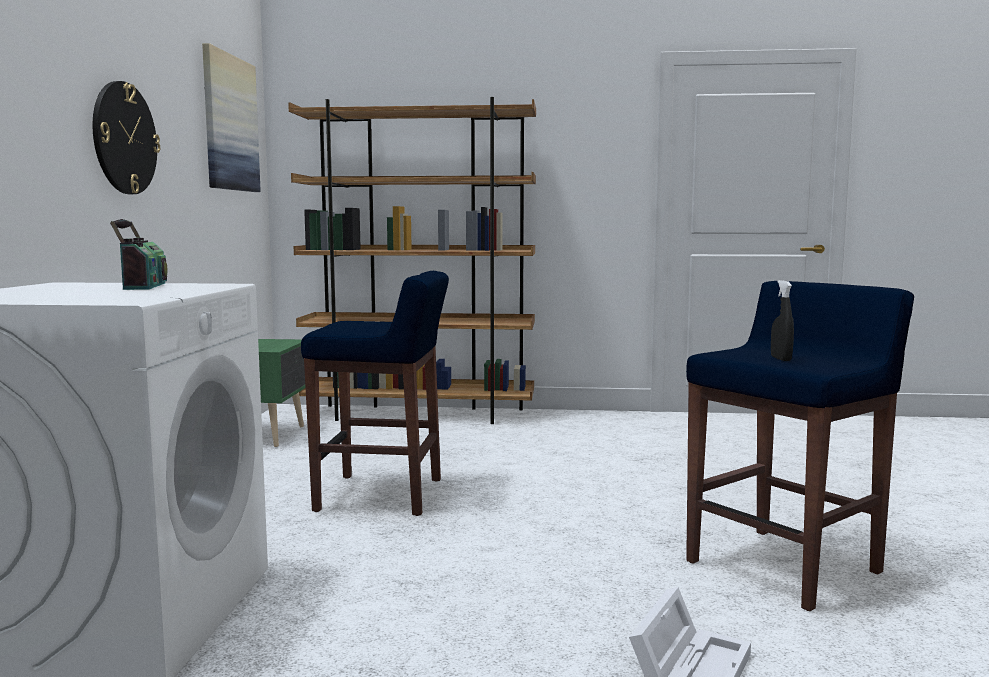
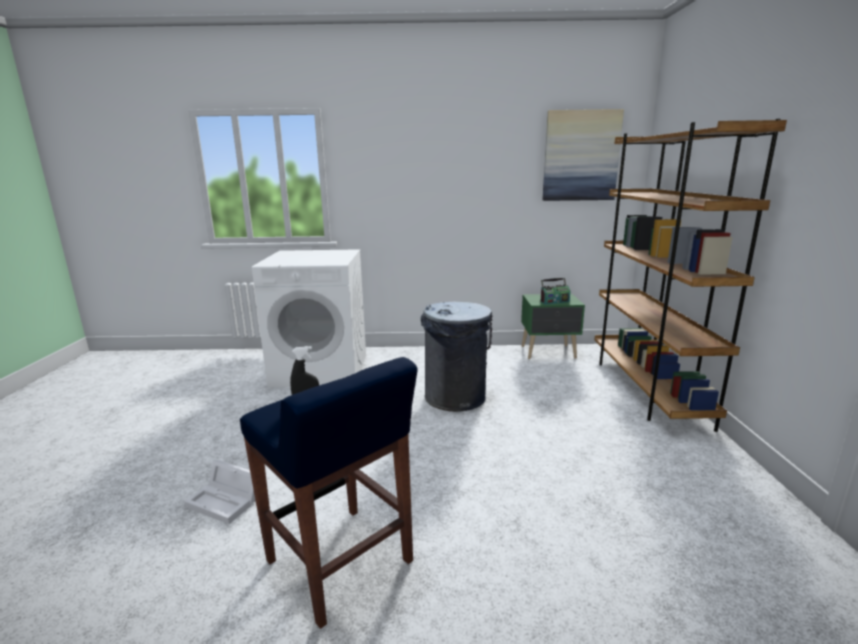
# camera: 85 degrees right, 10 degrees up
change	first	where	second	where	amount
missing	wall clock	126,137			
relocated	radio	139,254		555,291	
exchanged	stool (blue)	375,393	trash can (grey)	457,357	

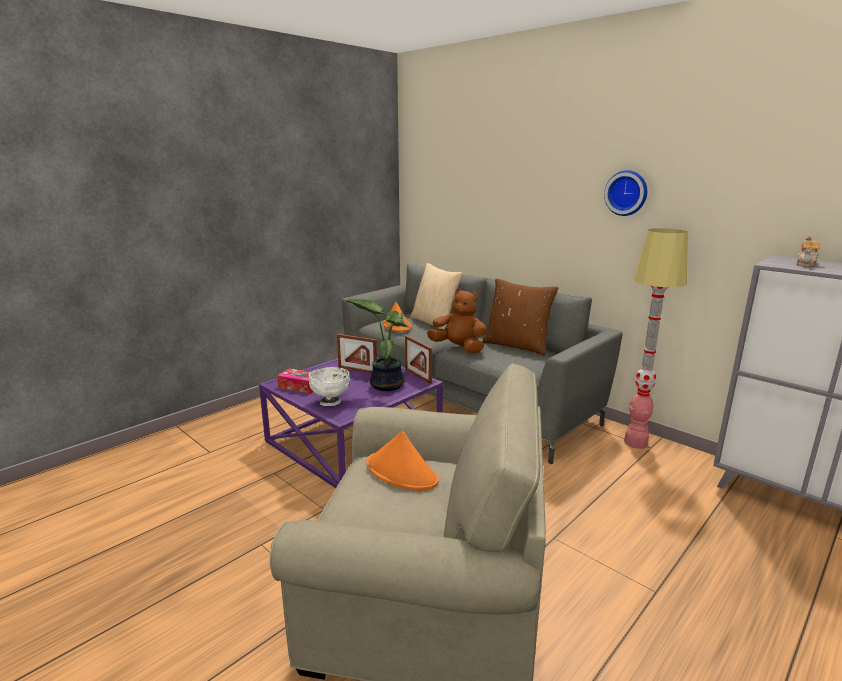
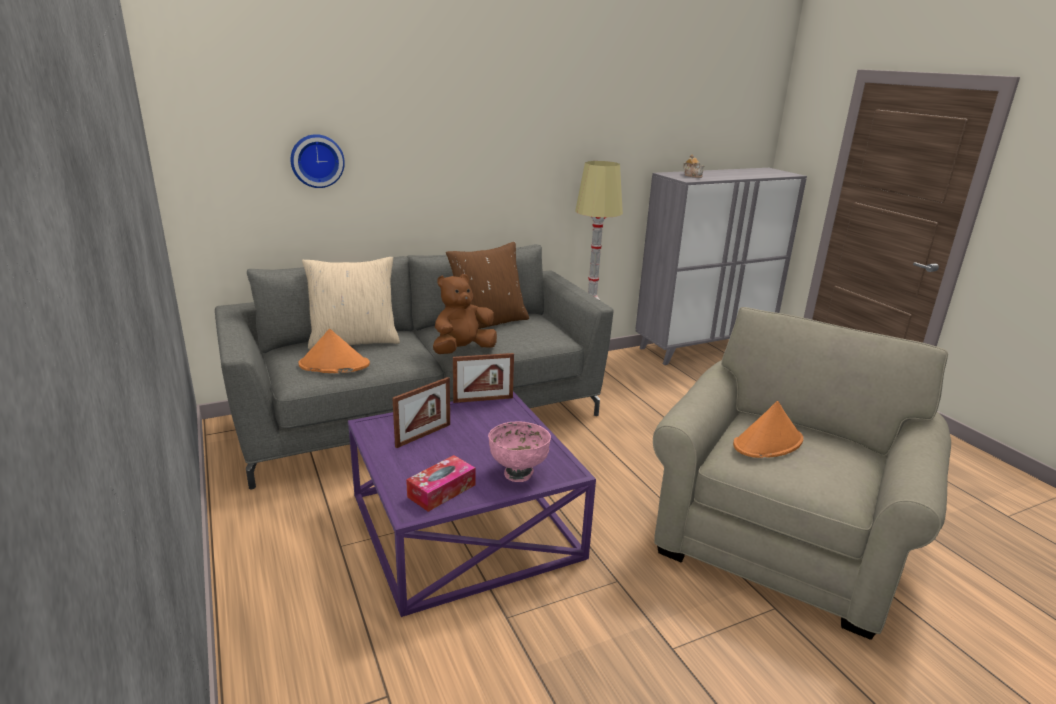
# camera: 70 degrees left, 5 degrees up
change	first	where	second	where	amount
relocated	wall clock	625,193		317,161	
missing	potted plant	377,345			
colour	bowl (white)	329,386	bowl (pink)	519,451	

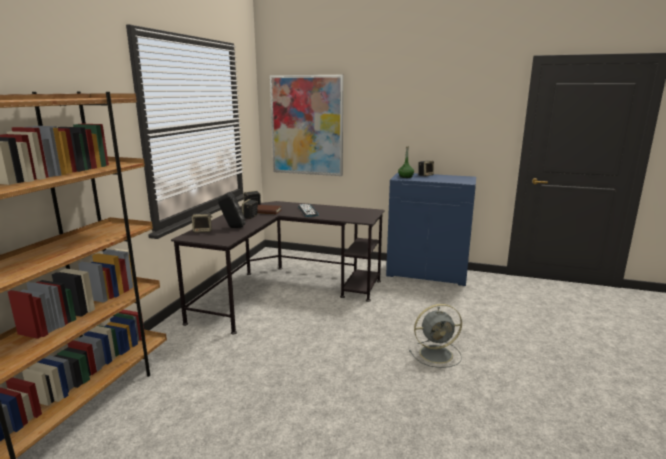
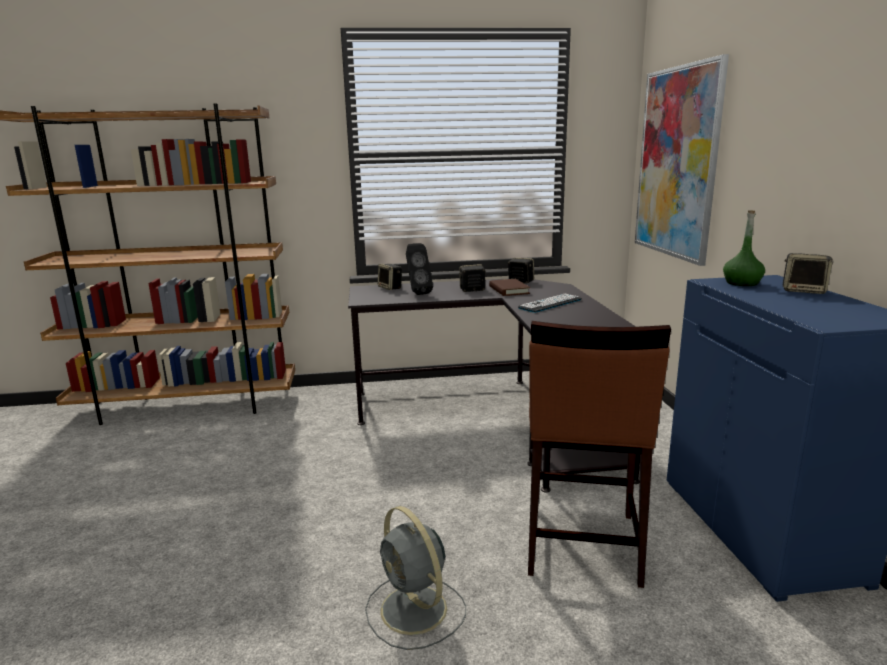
# camera: 65 degrees right, 0 degrees up
change	first	where	second	where	amount
appeared			stool (brown)	599,454	

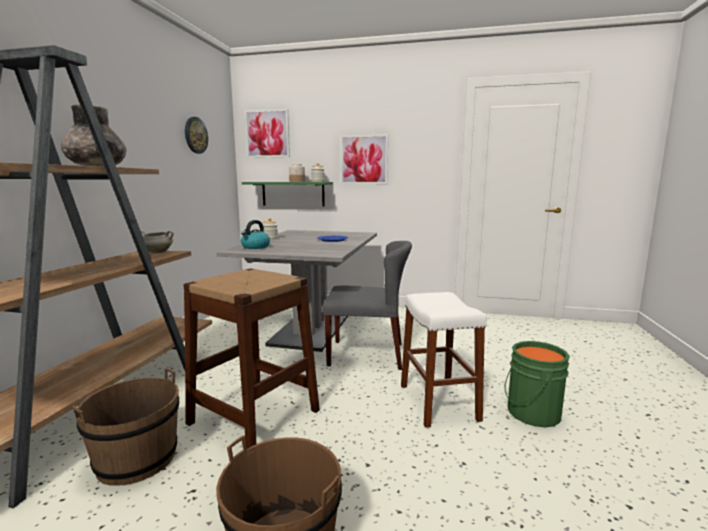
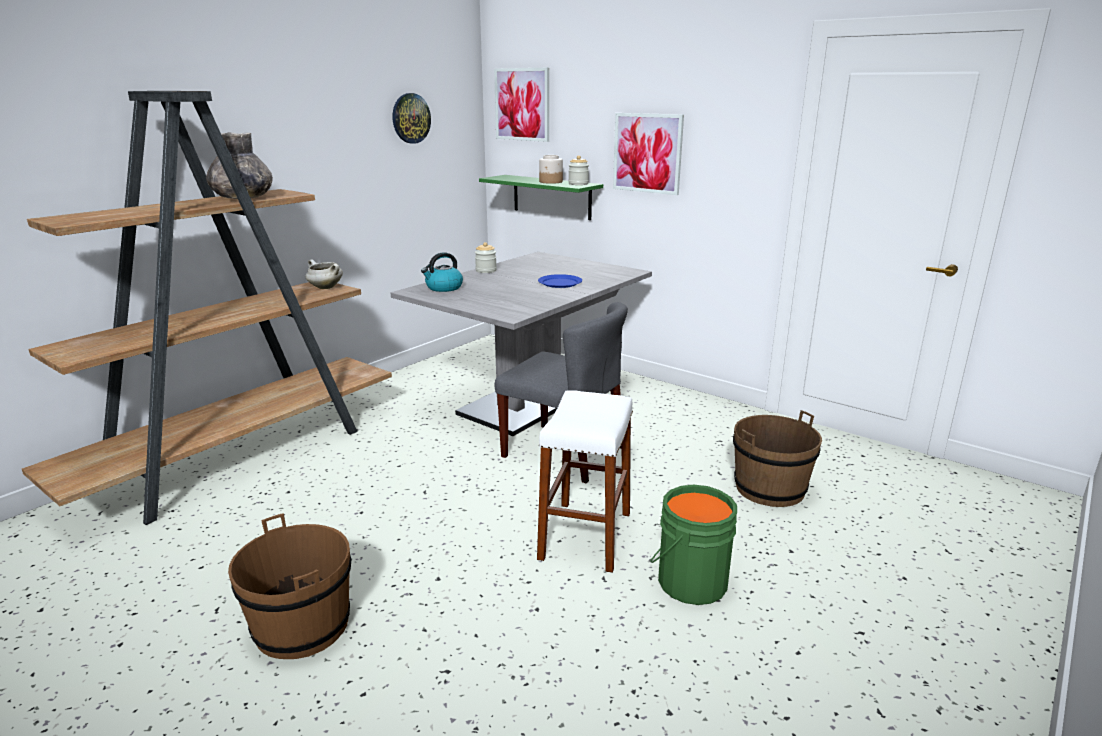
# camera: 25 degrees right, 10 degrees up
change	first	where	second	where	amount
missing	stool (brown)	252,358			
relocated	bucket (brown)	125,427		777,458	

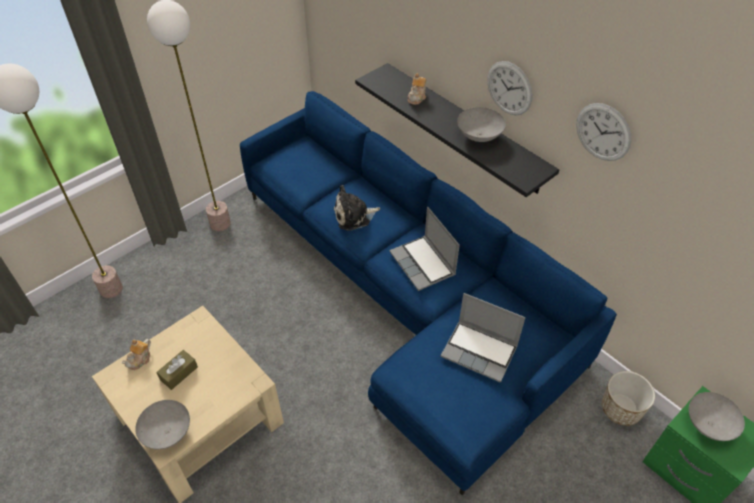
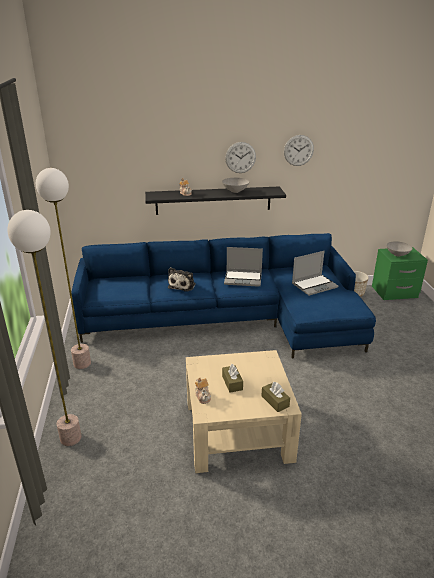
# camera: 55 degrees left, 20 degrees down
change	first	where	second	where	amount
exchanged	bowl (grey)	162,424	tissue box (brown)	275,397	

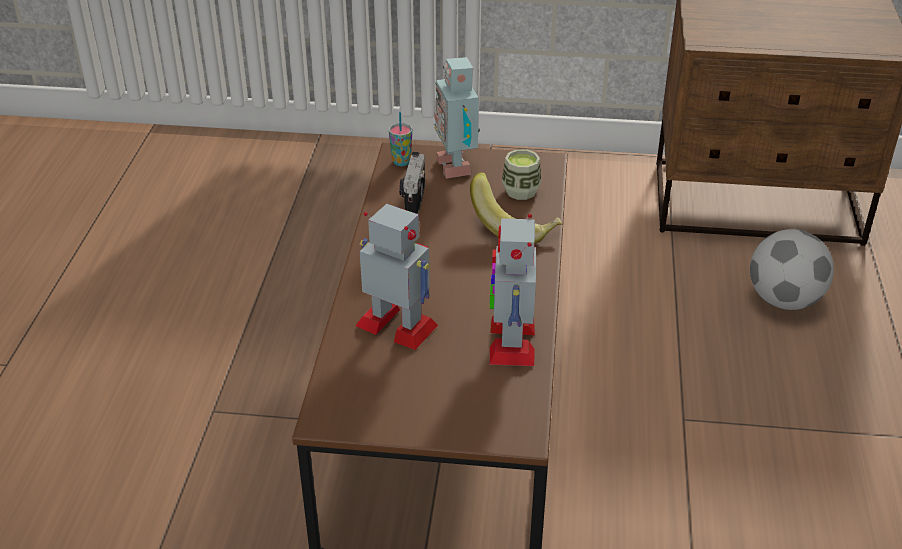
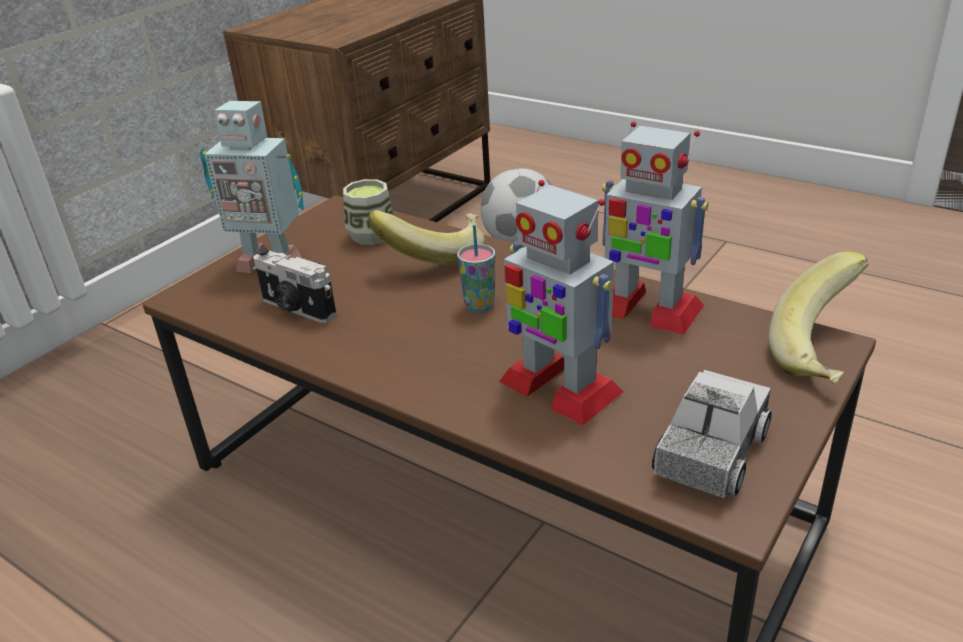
# camera: 60 degrees left, 5 degrees down
change	first	where	second	where	amount
relocated	cup	400,139		476,269	
spun	toy robot	396,277		561,303	105 degrees counterclockwise
appeared			banana	818,317	
appeared			toy truck	712,434	

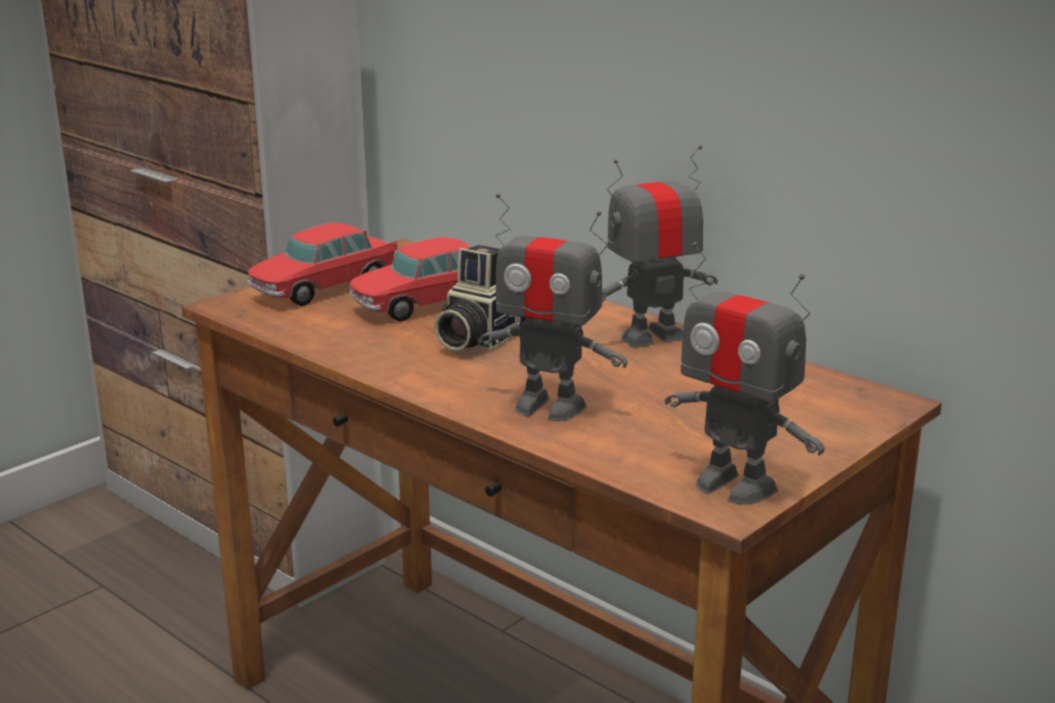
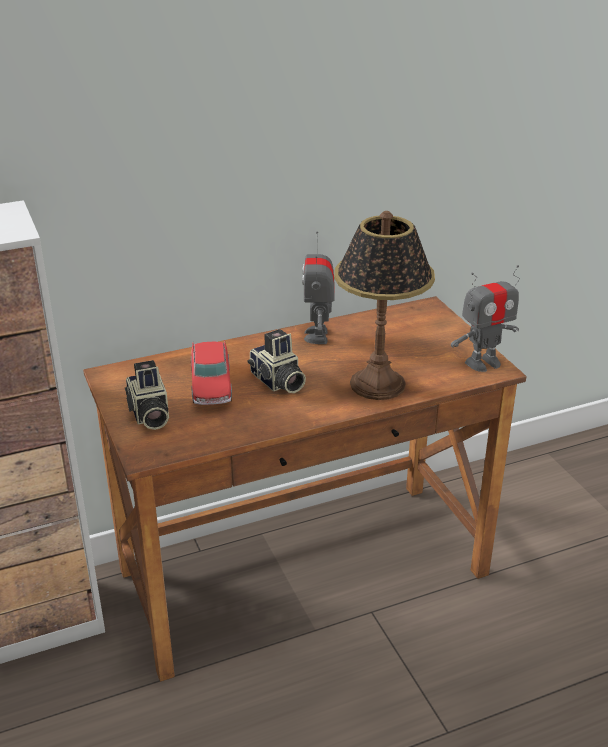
# camera: 65 degrees left, 10 degrees up
change	first	where	second	where	amount
exchanged	toy robot	553,307	table lamp	384,305	
exchanged	toy car	322,264	photo camera	147,395	

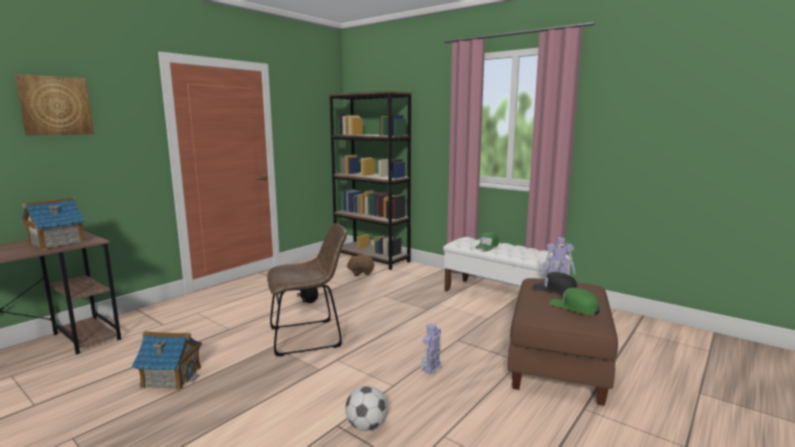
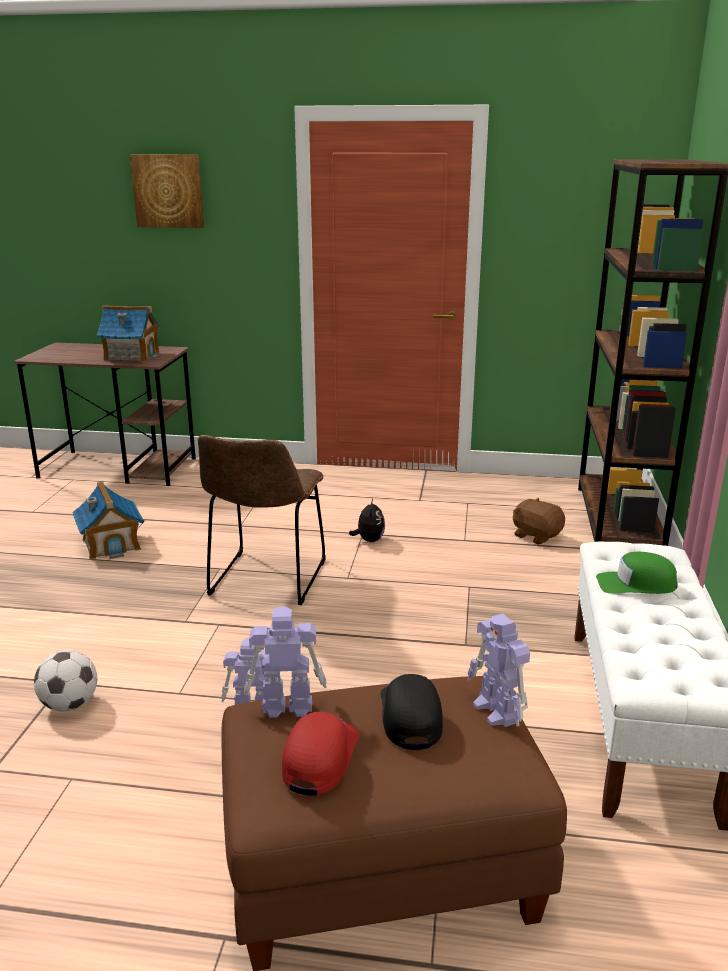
# camera: 60 degrees right, 10 degrees up
change	first	where	second	where	amount
spun	chair (brown)	307,289		262,520	60 degrees clockwise
colour	cap (green)	574,301	cap (red)	320,753	
appeared			toy robot	285,662	

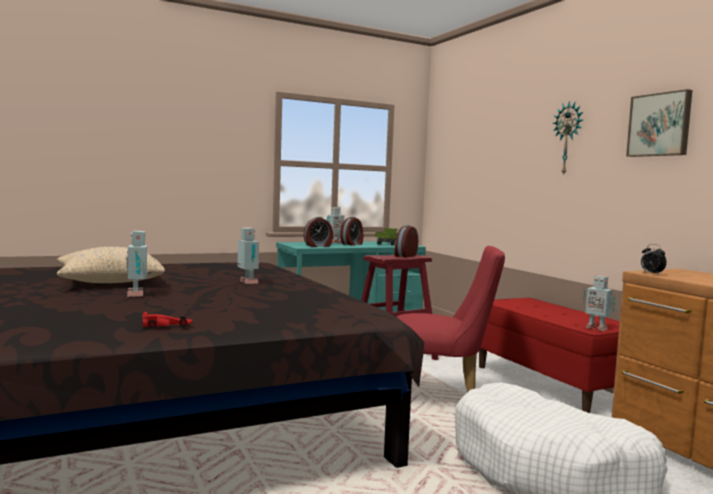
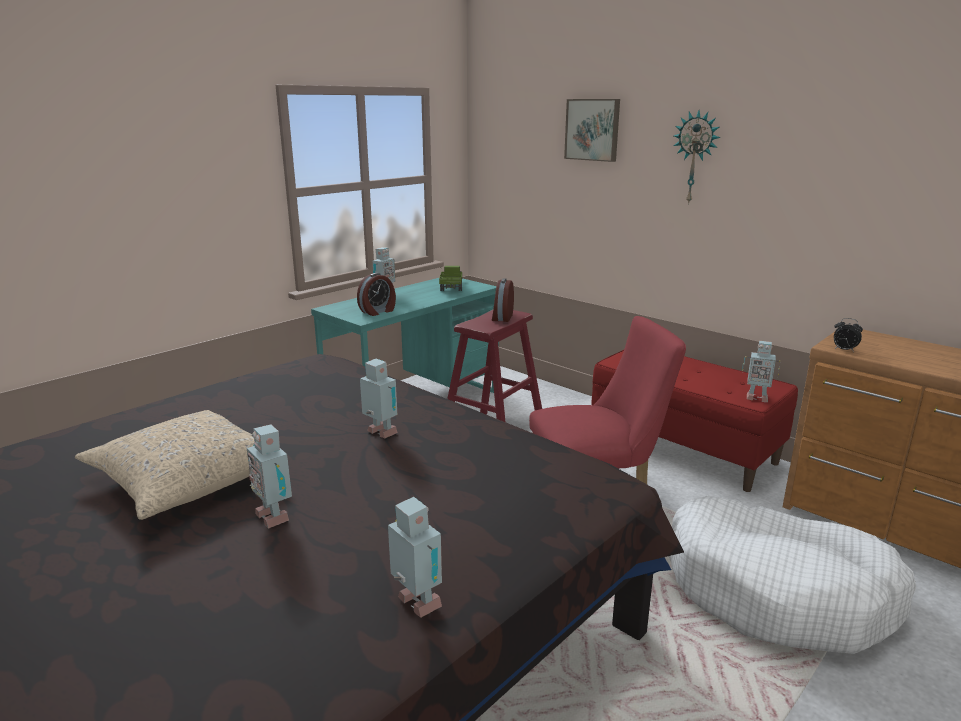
# camera: 20 degrees left, 15 degrees up
change	first	where	second	where	amount
relocated	picture	659,123		592,130	
missing	alarm clock	351,231			
exchanged	toy car (red)	167,320	toy robot	415,557	

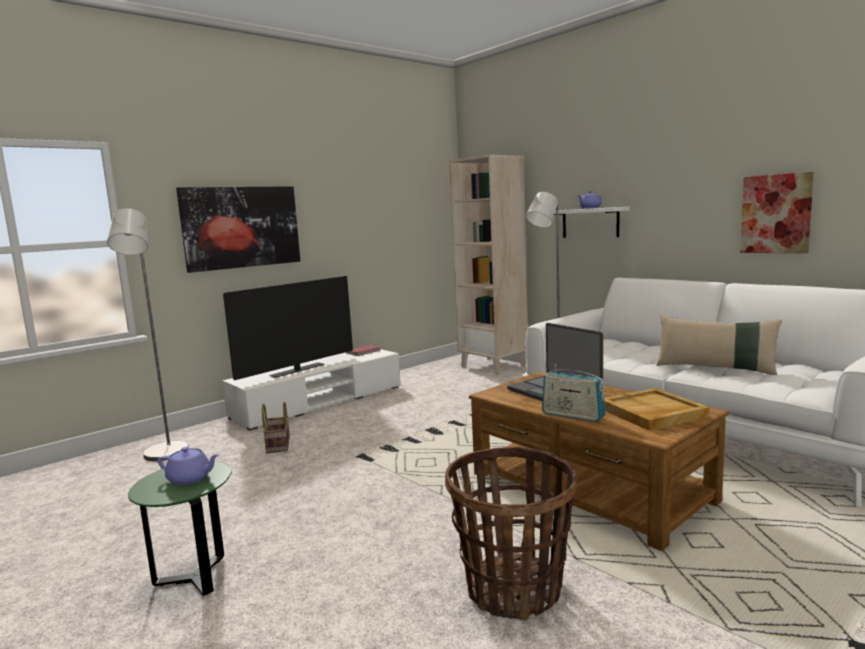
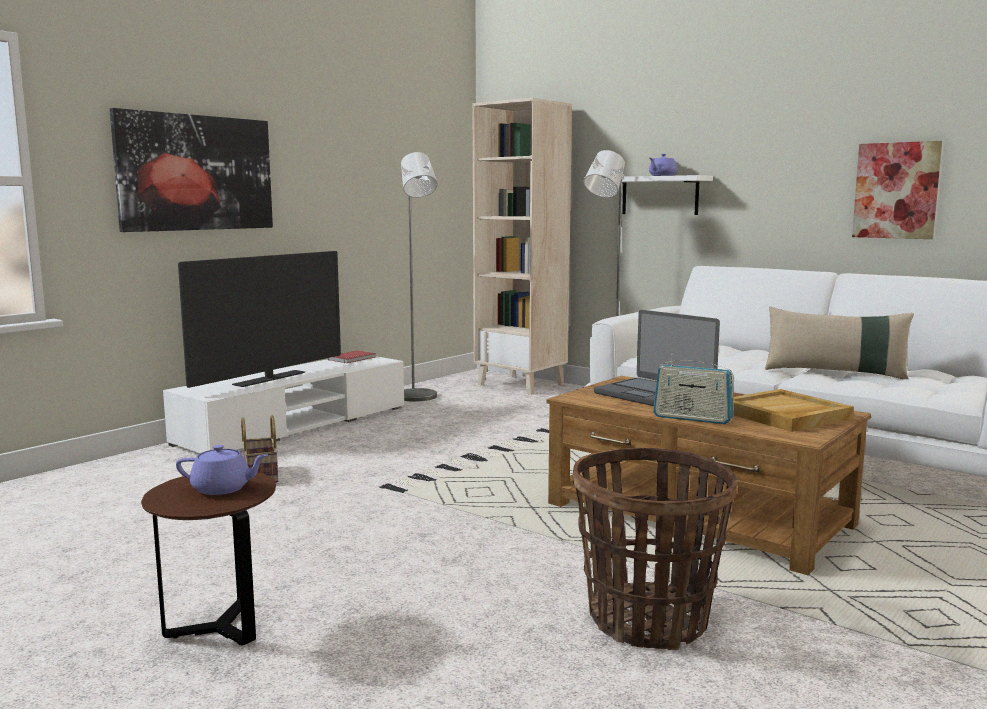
# camera: 10 degrees left, 0 degrees up
change	first	where	second	where	amount
relocated	floor lamp (grey)	147,334		419,277	
colour	side table (green)	180,528	side table (brown)	208,559	

